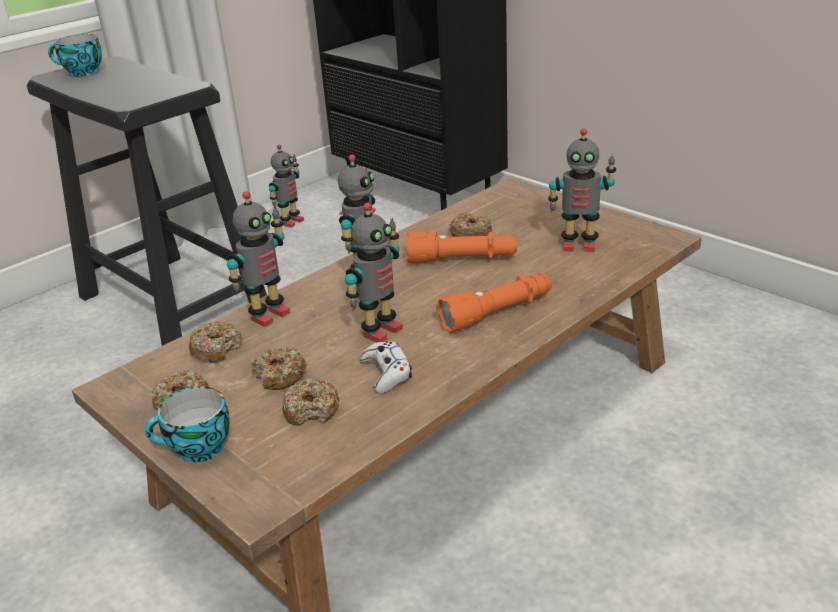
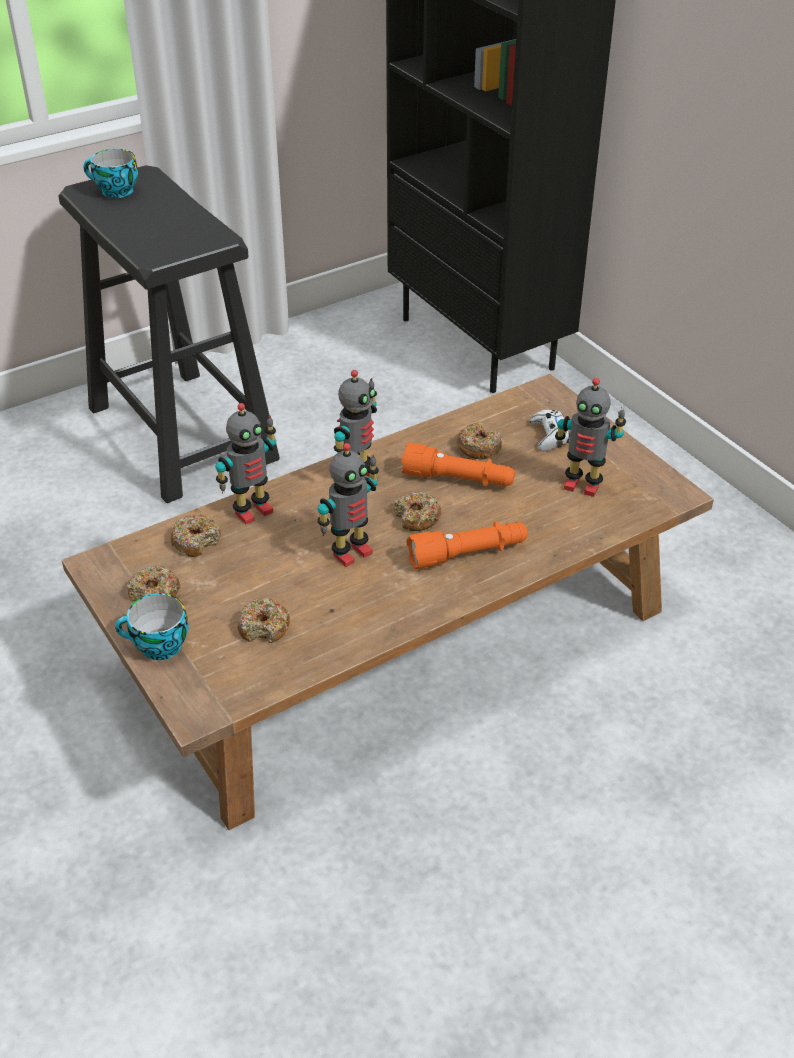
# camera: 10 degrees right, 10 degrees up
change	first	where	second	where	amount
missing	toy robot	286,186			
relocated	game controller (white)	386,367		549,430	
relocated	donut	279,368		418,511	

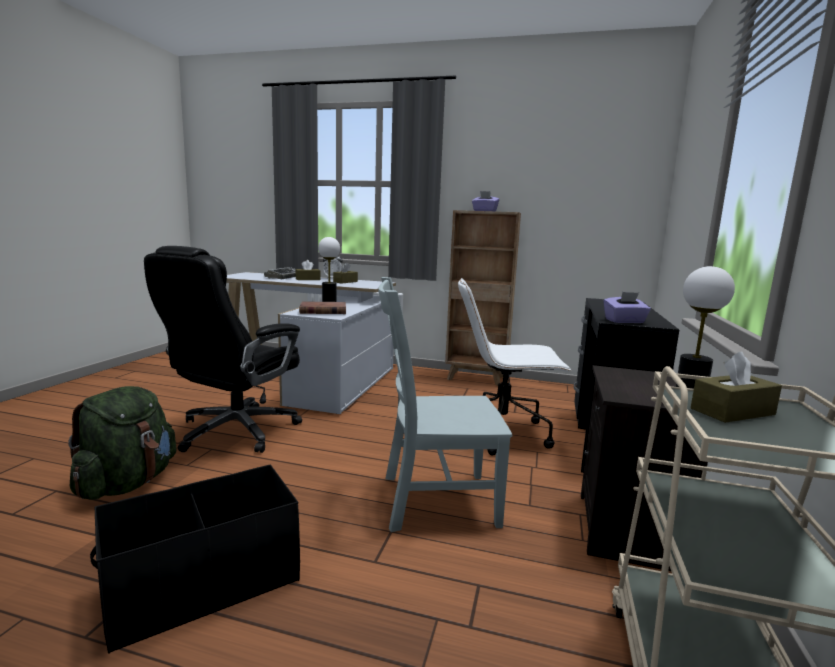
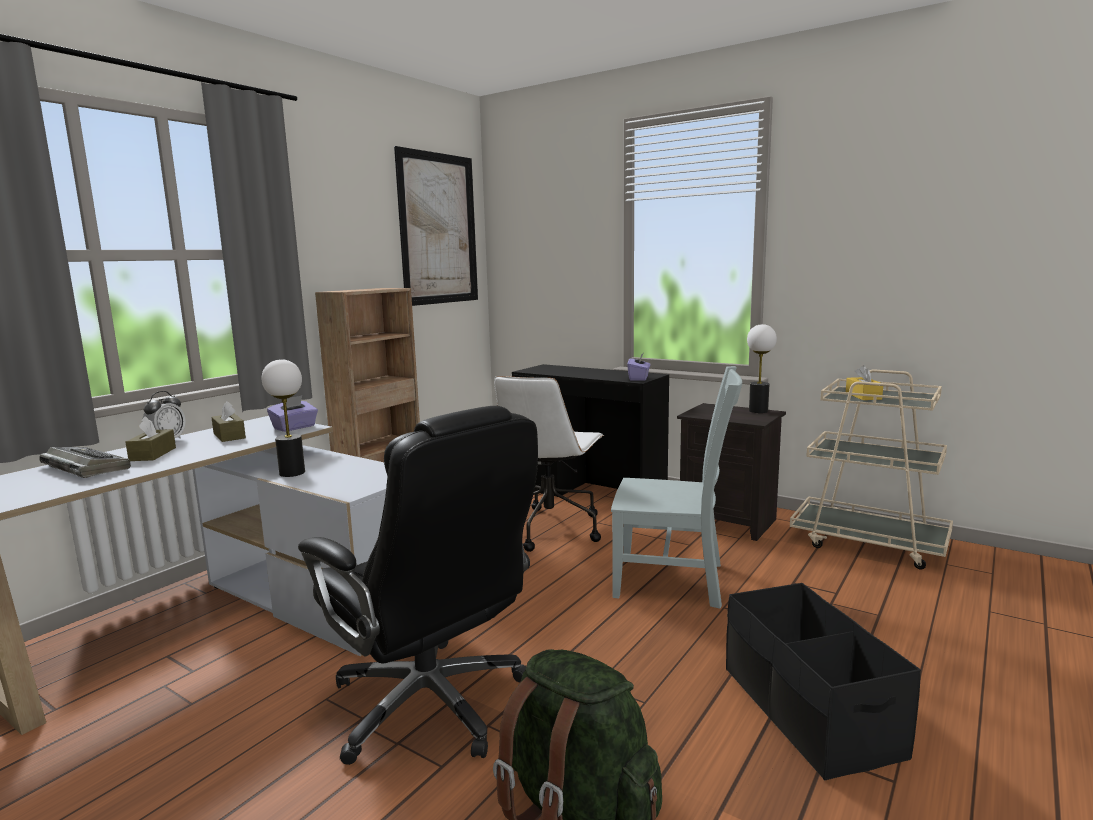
# camera: 70 degrees left, 0 degrees up
change	first	where	second	where	amount
relocated	tissue box (purple)	485,201		292,413	
spun	chair (grey)	445,404		676,487	90 degrees counterclockwise
missing	book (brown)	322,307			
colour	tissue box (brown)	736,387	tissue box (yellow)	864,382	
appeared			picture	436,226	

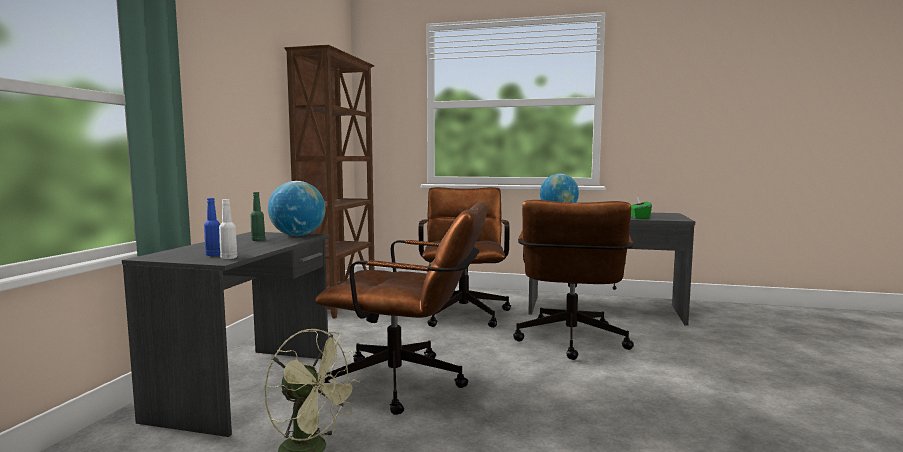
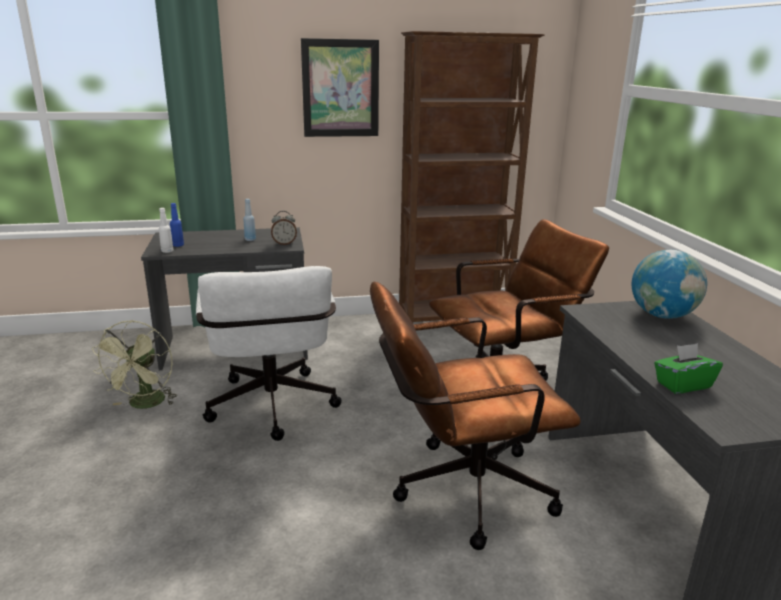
# camera: 65 degrees right, 15 degrees up
change	first	where	second	where	amount
exchanged	globe	297,208	alarm clock	284,228	
colour	bottle (green)	257,216	bottle (blue)	249,220	
colour	office chair (brown)	401,308	office chair (white)	269,353	
appeared			picture	340,87	

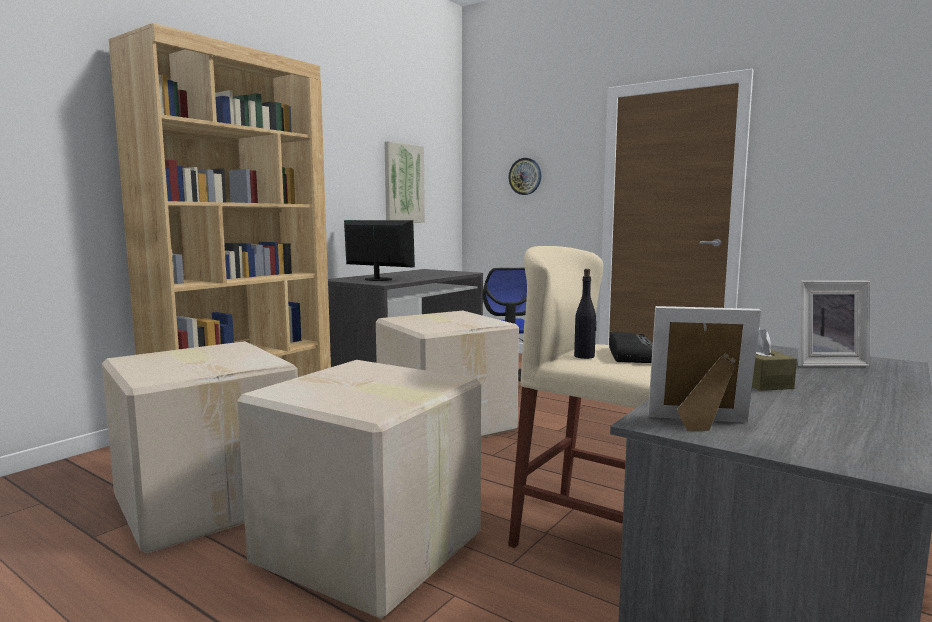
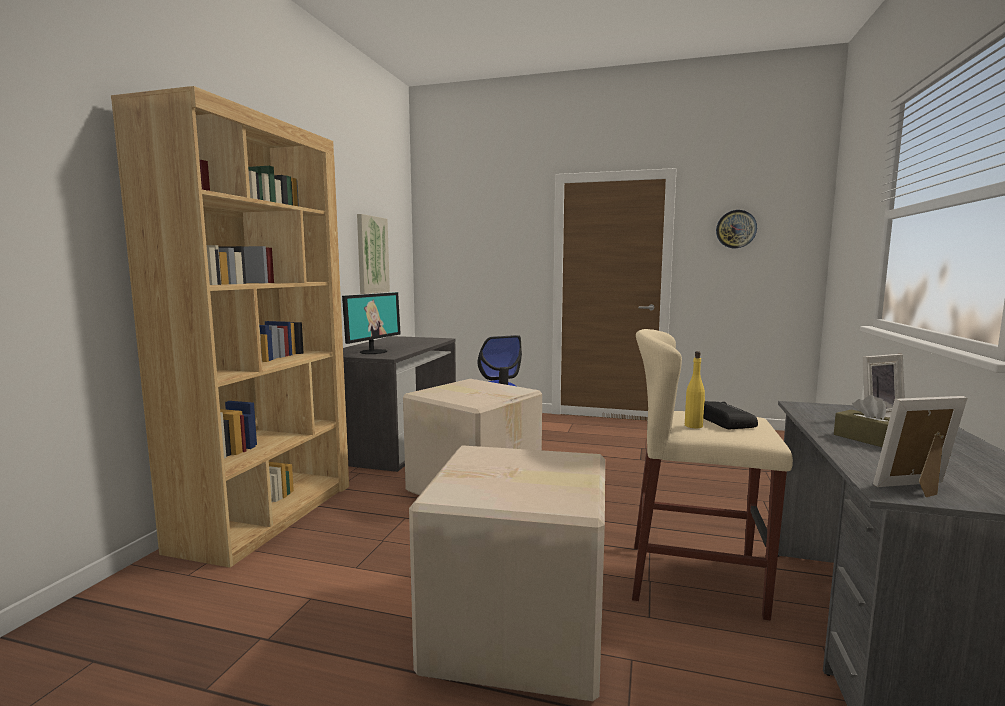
# camera: 20 degrees left, 0 degrees up
change	first	where	second	where	amount
relocated	wall clock	524,176		736,229	
spun	monitor	379,250		371,323	105 degrees clockwise
colour	bottle (black)	585,314	bottle (yellow)	695,389	
missing	cardboard box	200,447			

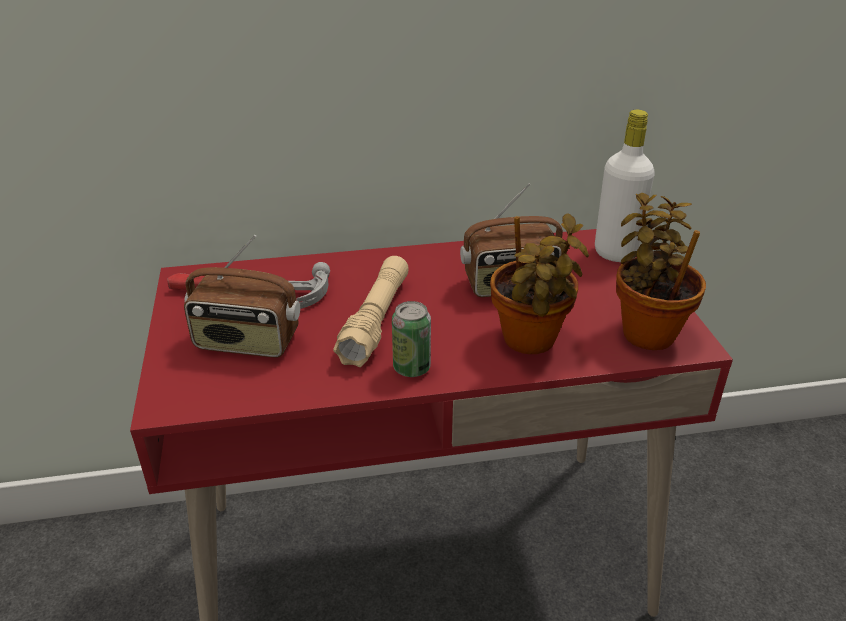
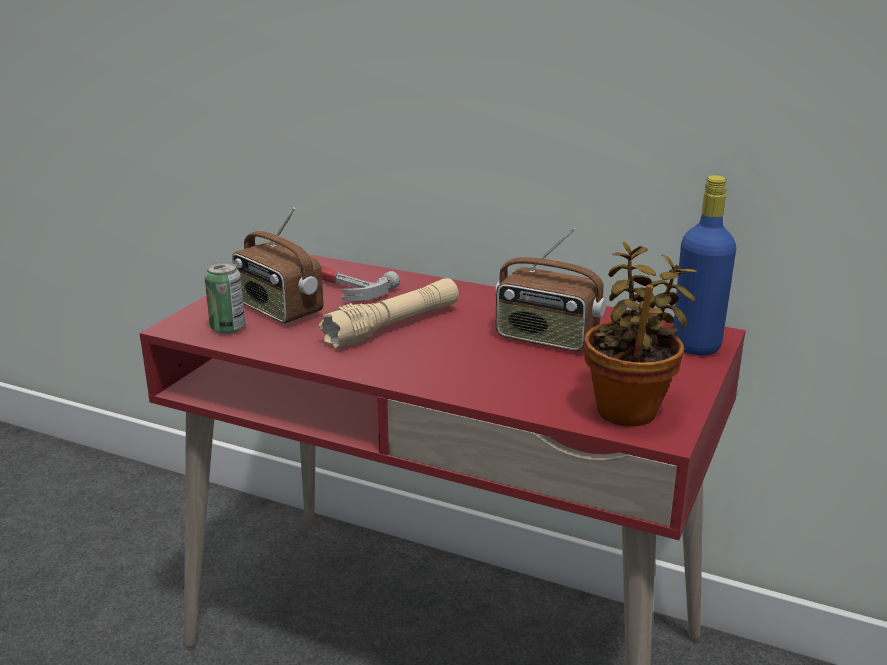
# camera: 35 degrees right, 10 degrees down
change	first	where	second	where	amount
colour	bottle (white)	625,186	bottle (blue)	704,265	
missing	potted plant	539,283			
relocated	can	411,339		225,298	

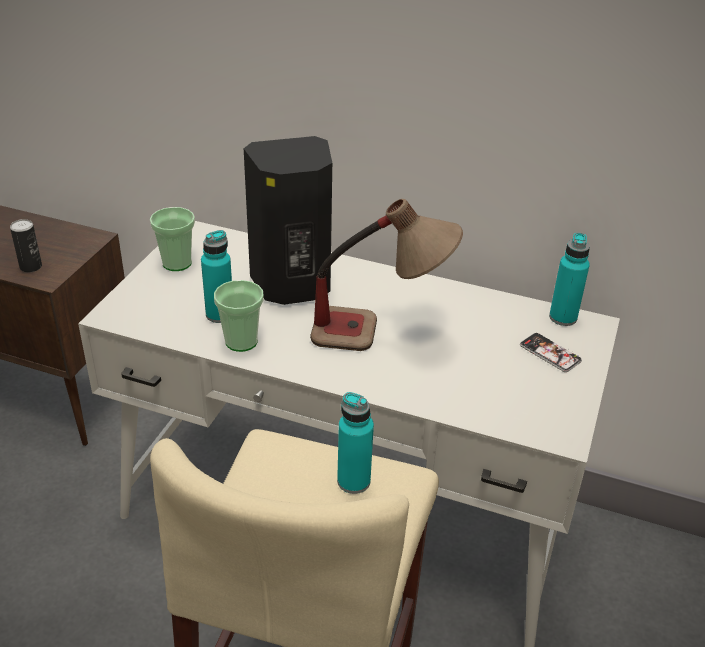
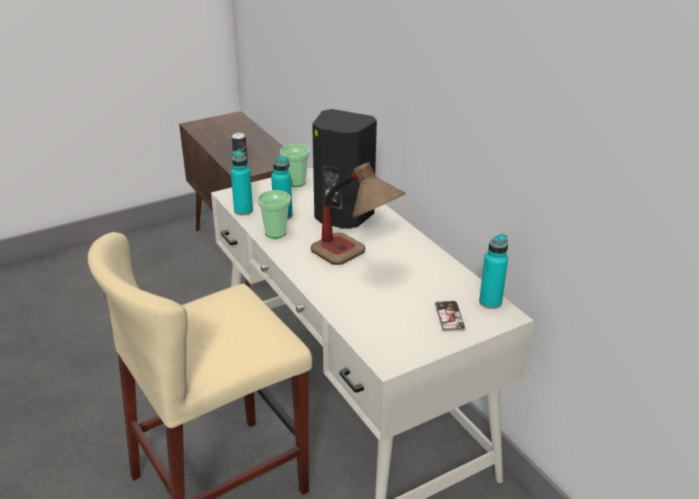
# camera: 40 degrees right, 5 degrees down
change	first	where	second	where	amount
relocated	bottle (turquoise)	355,443		242,182	

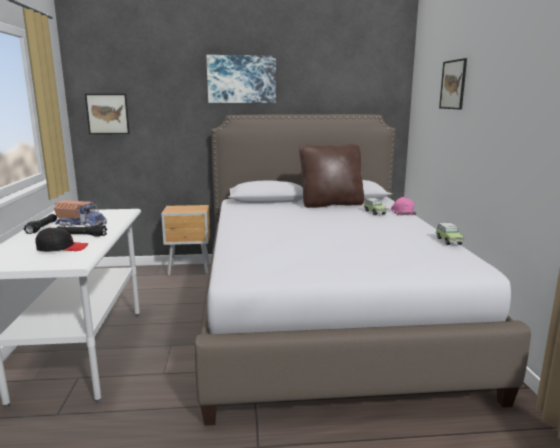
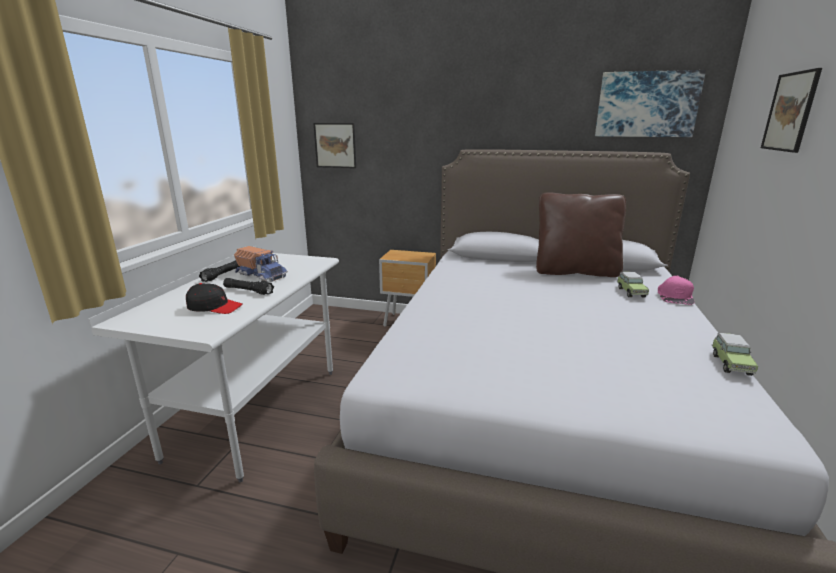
# camera: 20 degrees right, 5 degrees up
change	first	where	second	where	amount
relocated	picture	241,79		650,103	

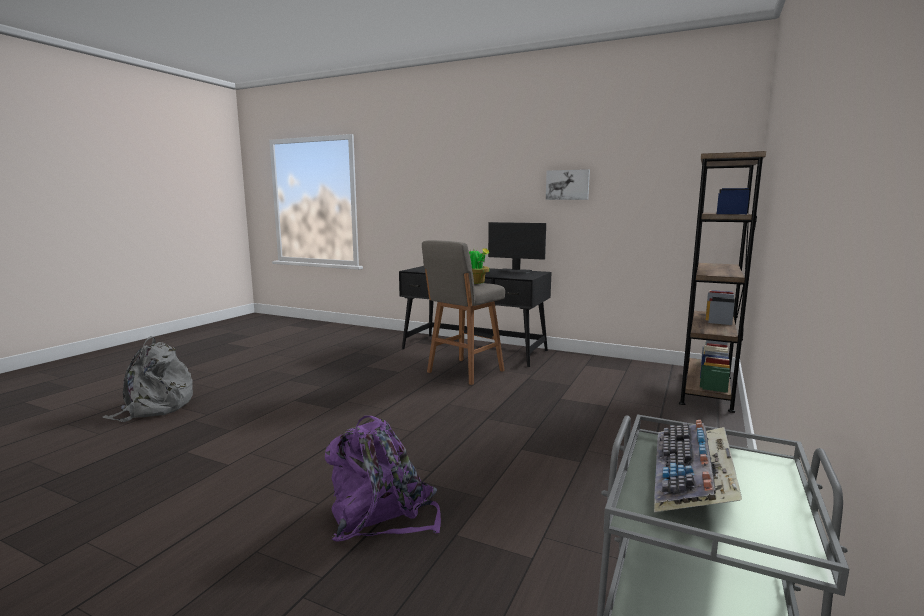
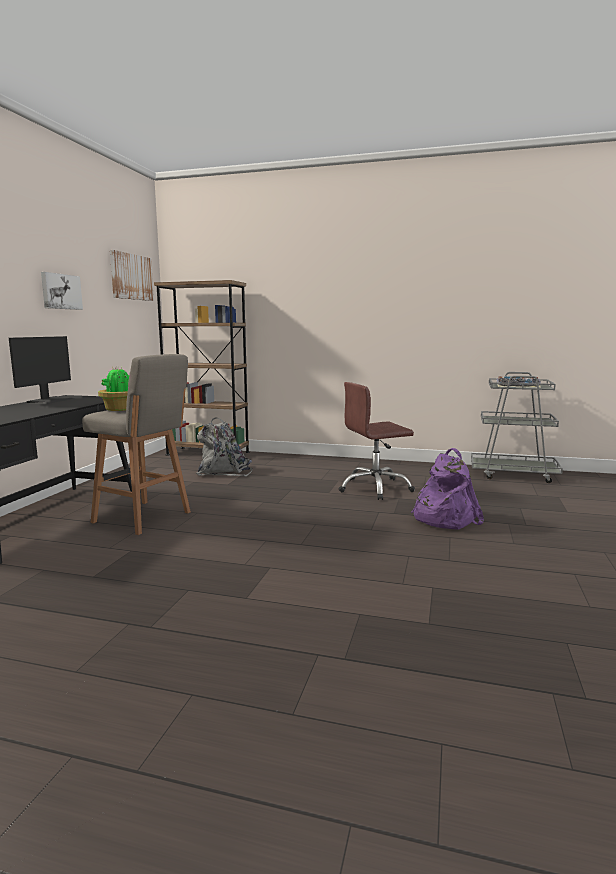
# camera: 100 degrees left, 0 degrees up
change	first	where	second	where	amount
relocated	backpack (grey)	147,379		224,447	
appeared			picture	132,275	
appeared			office chair (brown)	377,441	

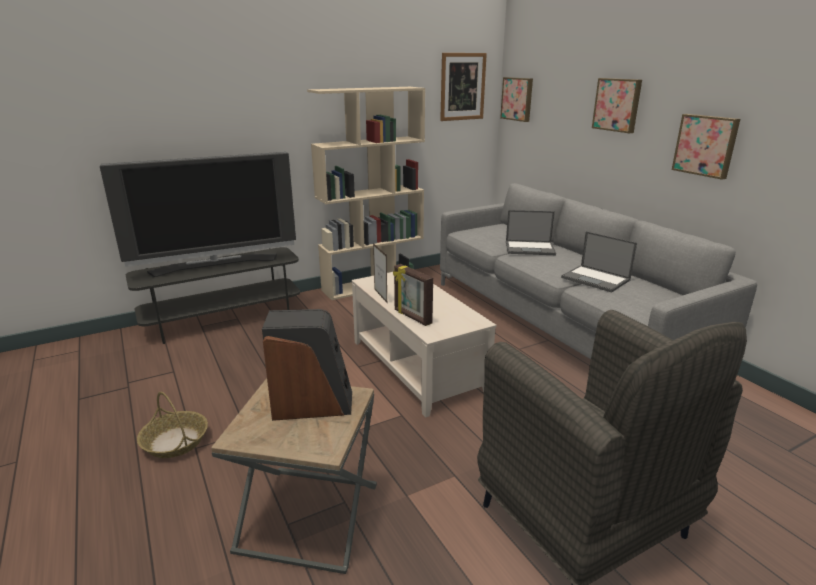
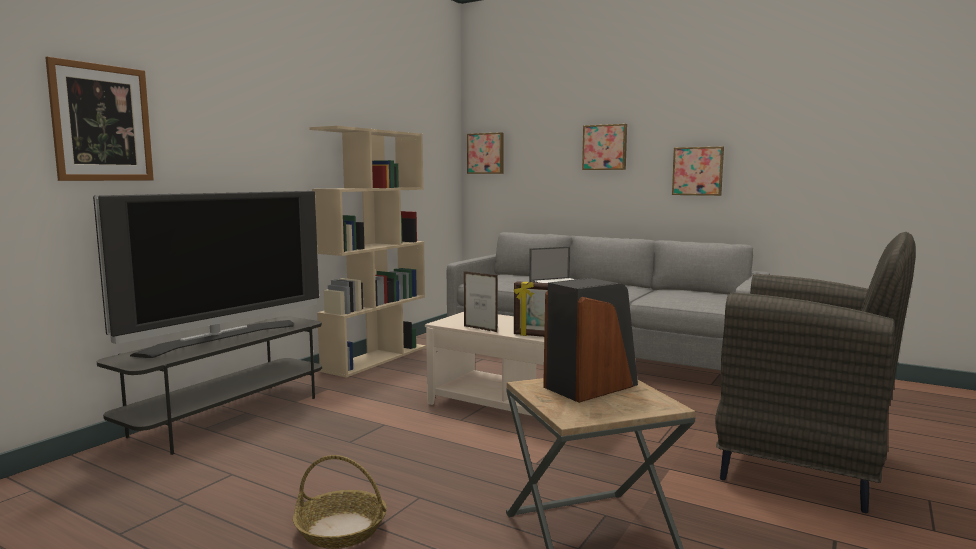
# camera: 30 degrees left, 15 degrees down
change	first	where	second	where	amount
relocated	picture	463,87		99,119	
missing	laptop	599,261			

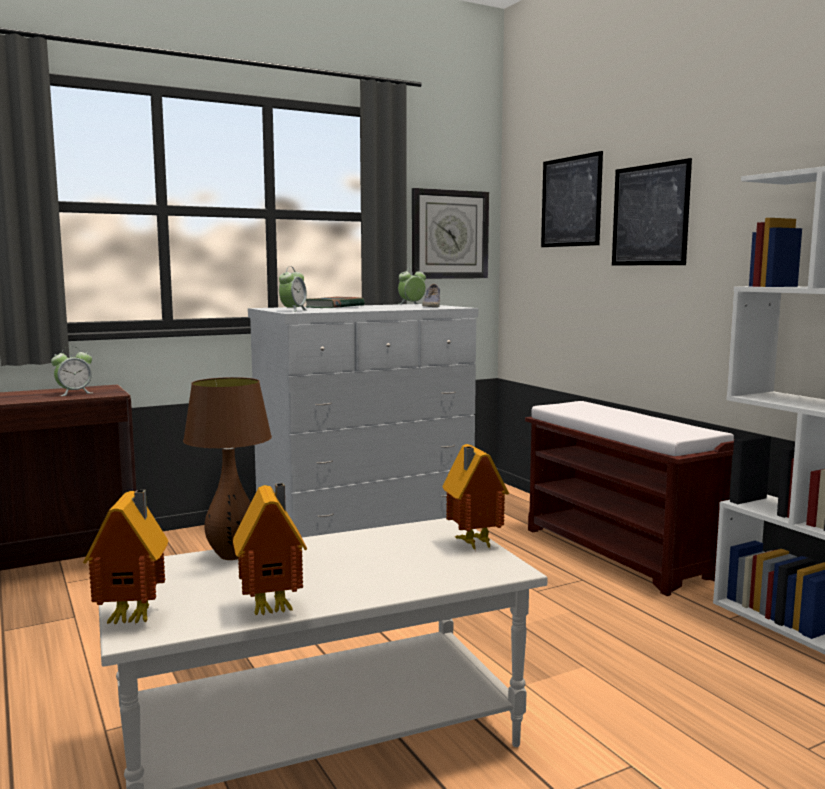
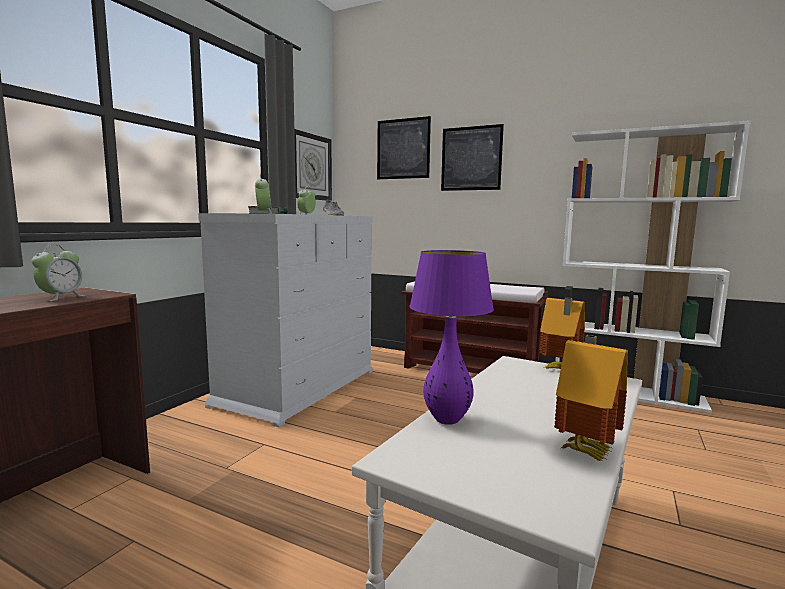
# camera: 35 degrees left, 0 degrees up
change	first	where	second	where	amount
colour	table lamp (brown)	227,468	table lamp (purple)	451,337	
missing	toy house	125,557			

